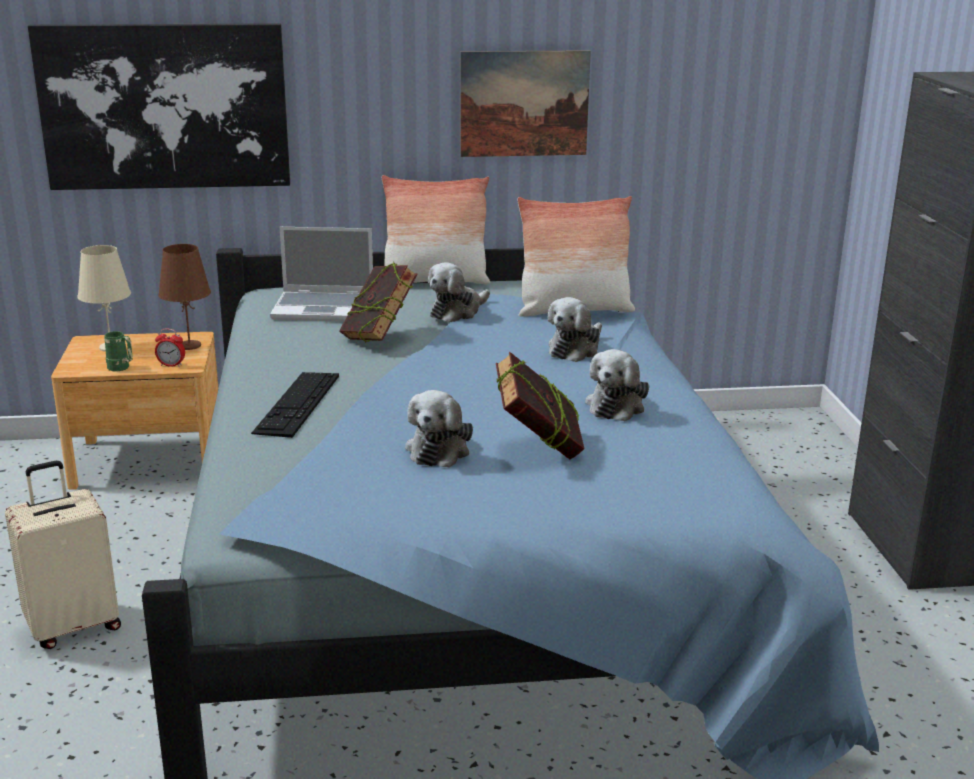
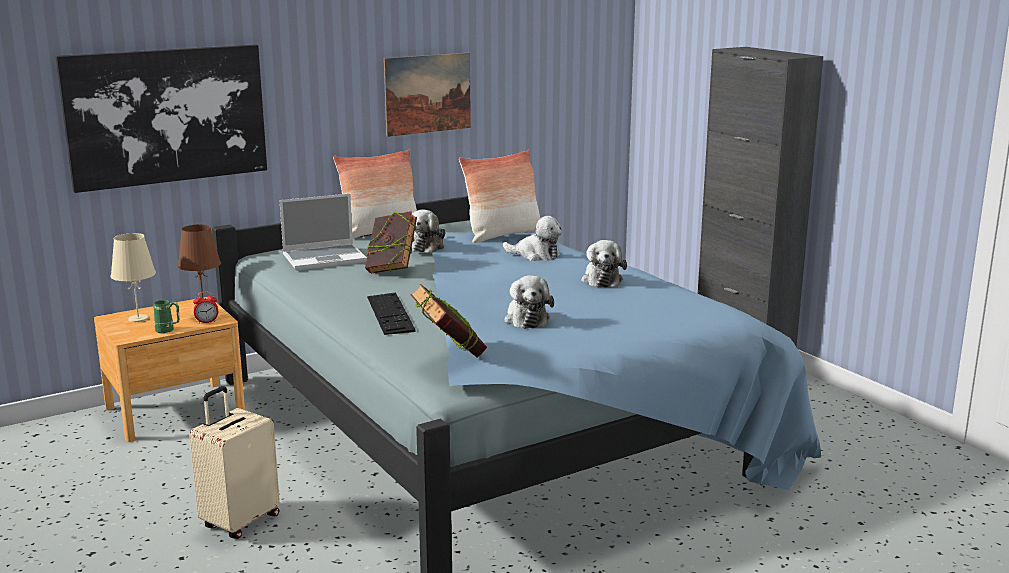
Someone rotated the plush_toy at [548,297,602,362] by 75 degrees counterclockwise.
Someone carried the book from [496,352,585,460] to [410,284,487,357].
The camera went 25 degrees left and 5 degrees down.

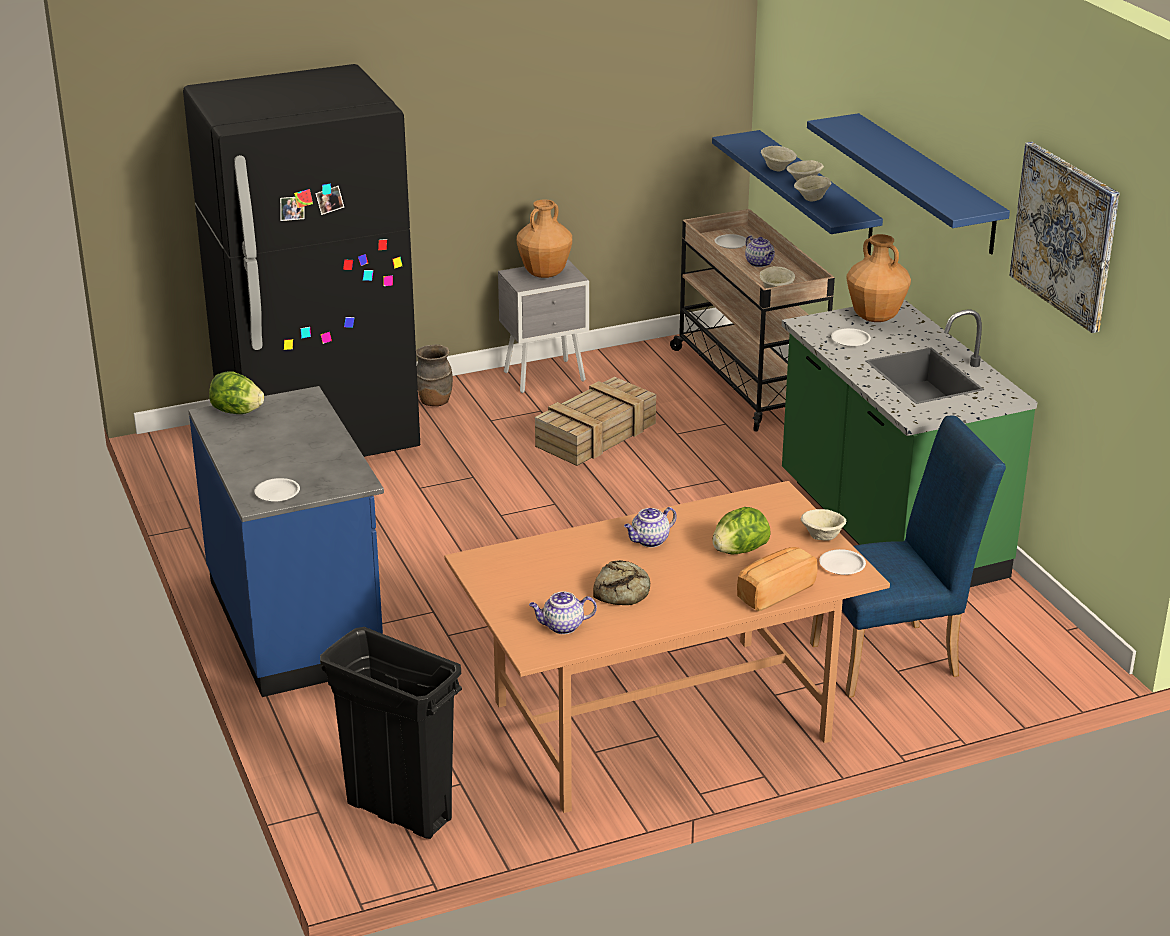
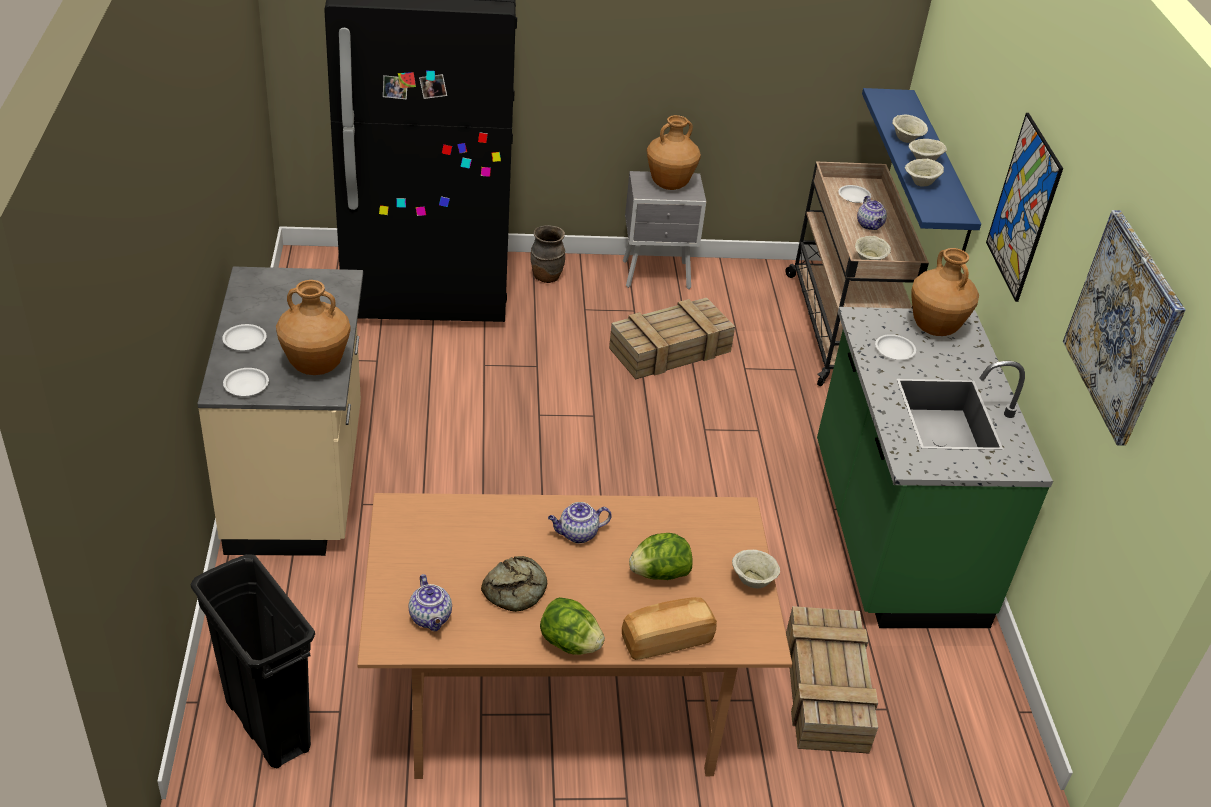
Someone swapped the blue-coloured_wall_shelf at [807,113,1010,254] for the wall_picture at [986,113,1063,302].
Someone carried the lettuce_head from [209,371,264,414] to [540,597,605,655].
Someone repainted the blue-coloured_kitchen_base_unit at [188,386,384,697], which became the sand-coloured_kitchen_base_unit at [197,266,363,556].
Someone swapped the blue-coloured_plain_chair at [810,415,1006,698] for the packing_crate at [786,606,878,754].
Someone carried the white-coloured_flat_dish from [819,549,866,575] to [222,324,267,350].
Someone rotated the tea_pot at [529,592,597,634] by 120 degrees counterclockwise.
Someone put down the brown_flower_vase at [276,280,351,375].
The camera went 15 degrees right and 10 degrees up.

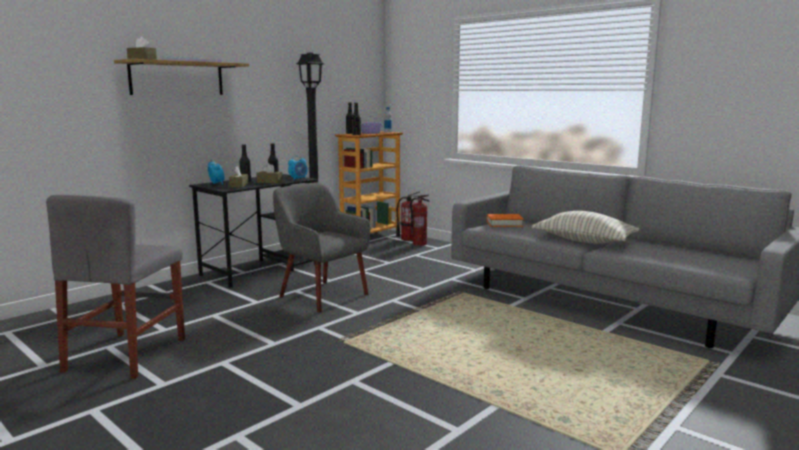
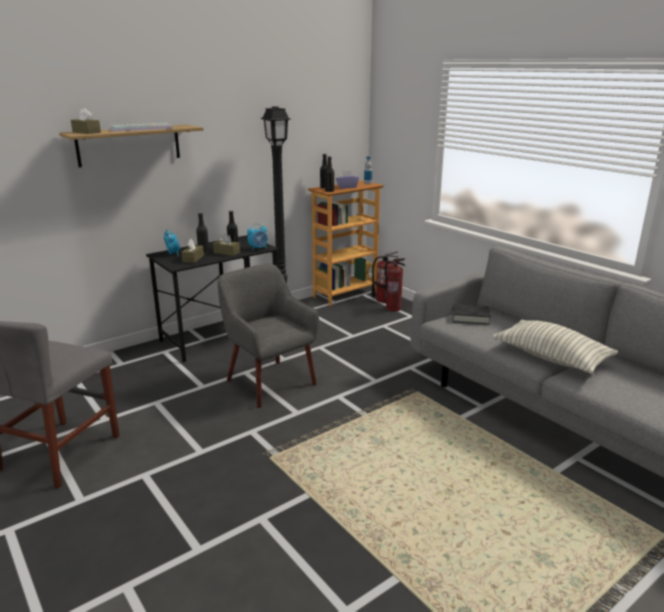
Someone repainted the orange-coloured_book at [487,214,524,227], which became the blackish_book at [452,304,491,325].
The camera went 10 degrees right and 10 degrees up.

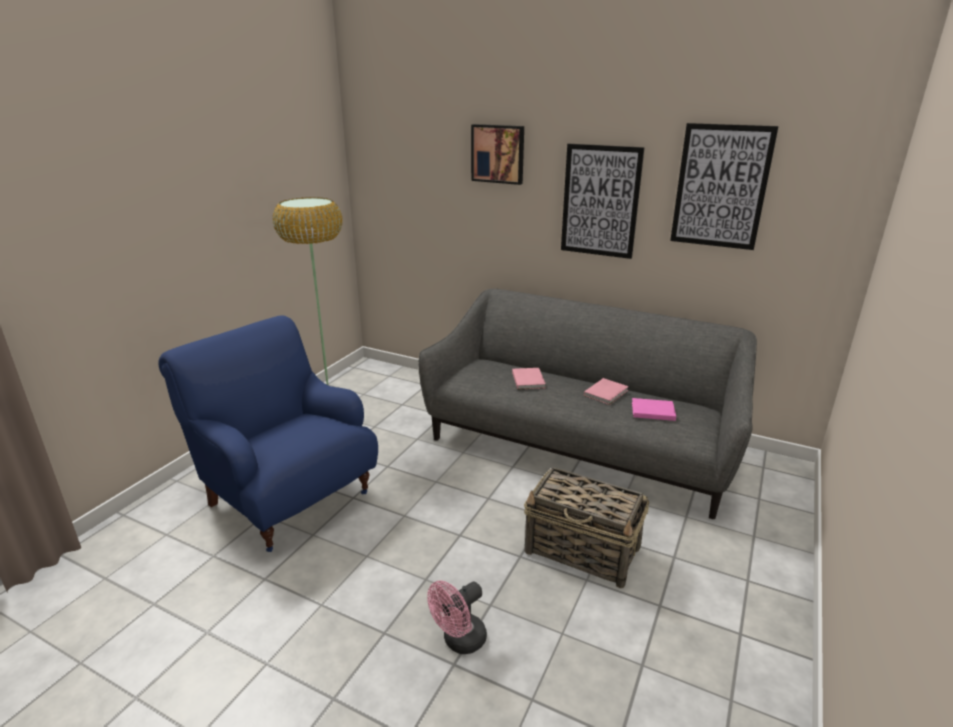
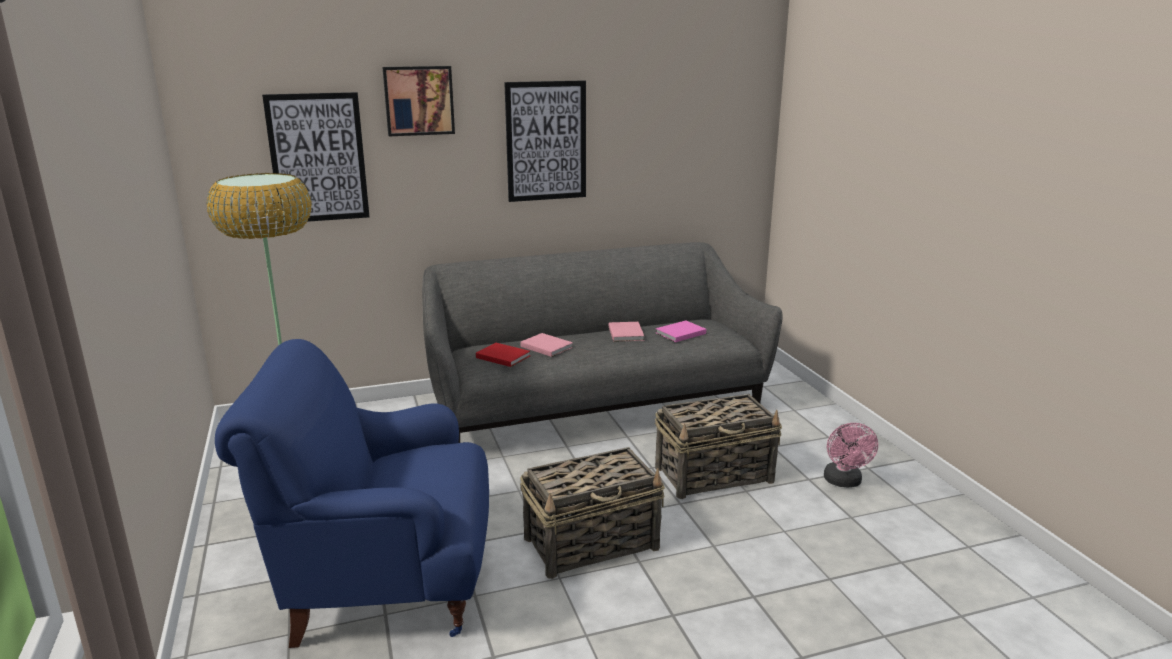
Someone carried the wall_picture from [670,123,779,250] to [262,92,369,223].
Someone carried the pinkish_electric_fan from [427,581,487,654] to [824,423,878,487].
Someone put down the red-coloured_book at [476,343,530,367].
Someone put down the basket at [520,447,665,579].
The camera went 45 degrees left and 5 degrees down.

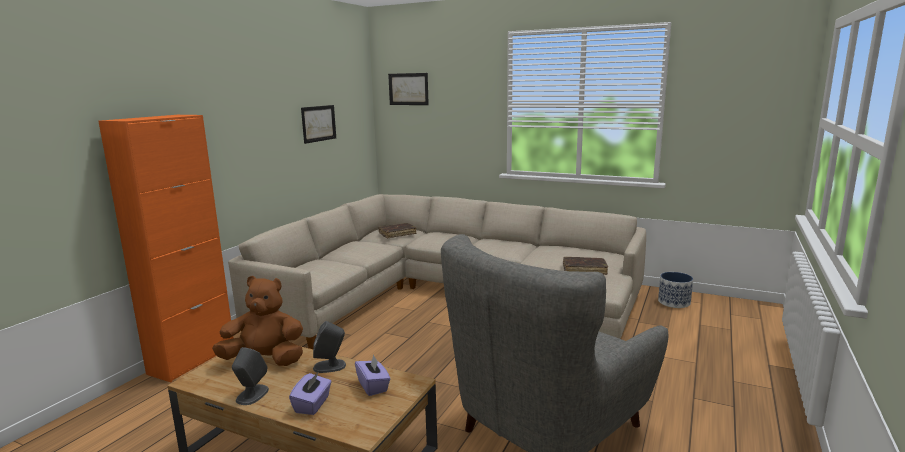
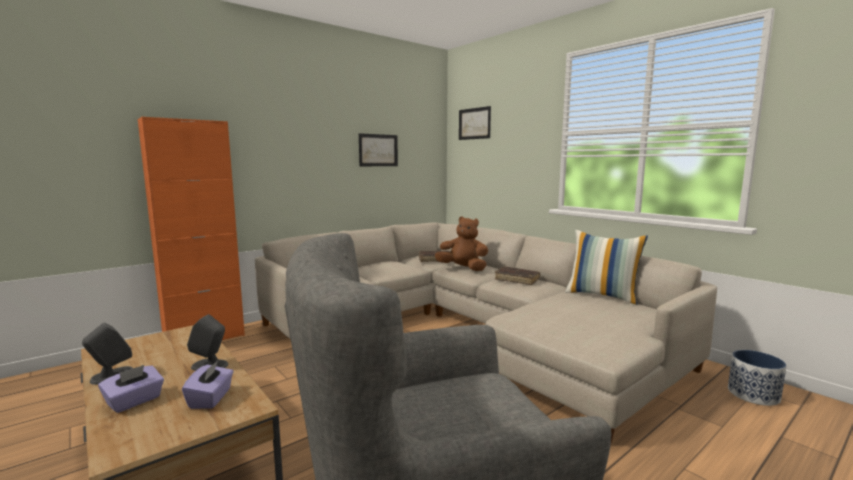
Someone carried the brown_book from [563,257,608,275] to [495,266,540,285].
Someone carried the brown_plush_toy from [212,276,303,366] to [435,216,488,271].
Someone put down the cushion at [565,230,648,305].
The camera went 25 degrees right and 5 degrees down.

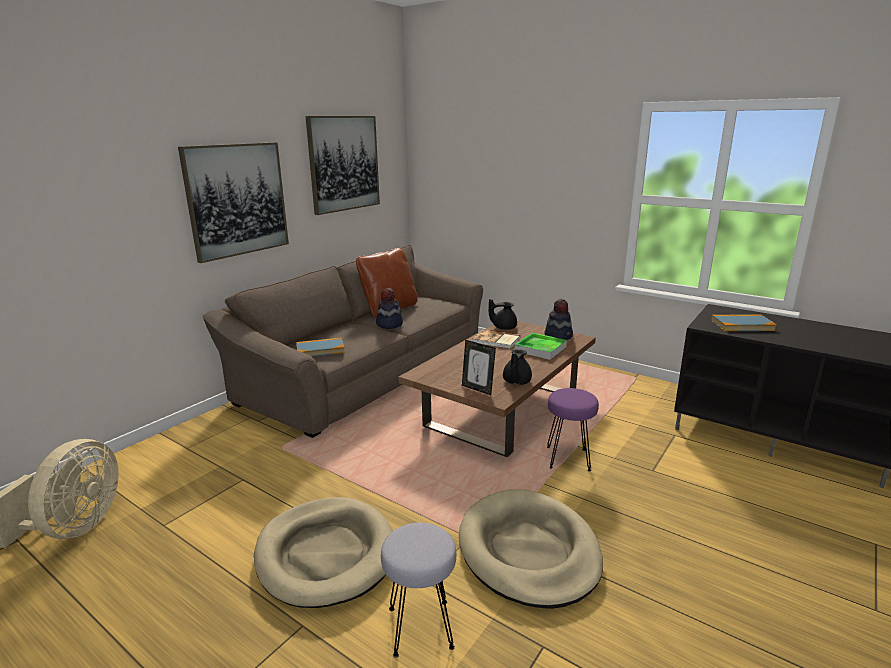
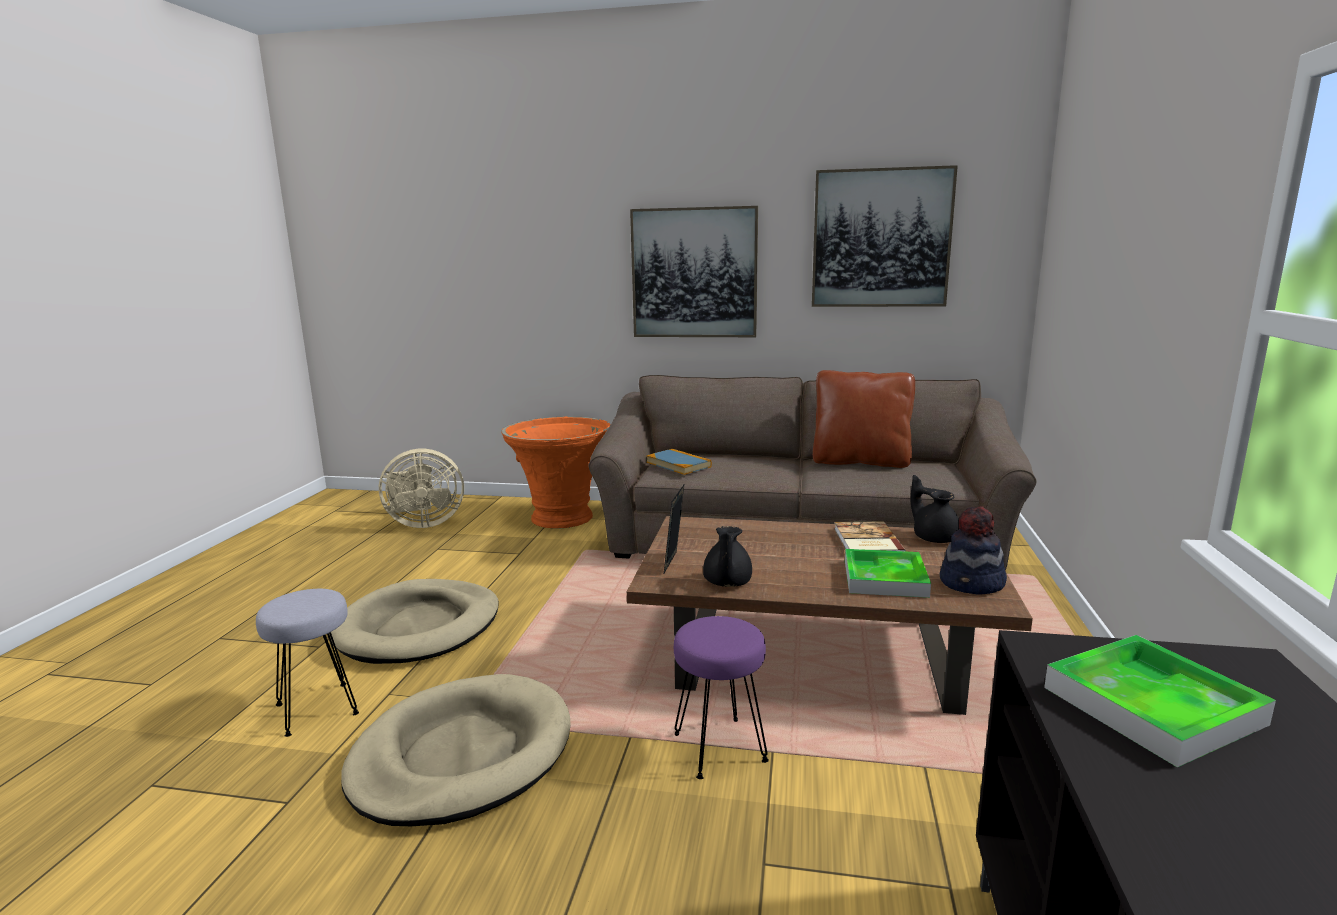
Someone took away the wearable_hat at [376,288,403,329].
Someone swapped the book at [711,314,777,331] for the serving_tray at [1044,635,1276,767].
Someone rotated the blackish_tea_pot at [503,349,532,385] by 75 degrees counterclockwise.
Someone put down the orange-coloured_plant_pot at [502,416,611,529].
The camera went 65 degrees right and 5 degrees down.

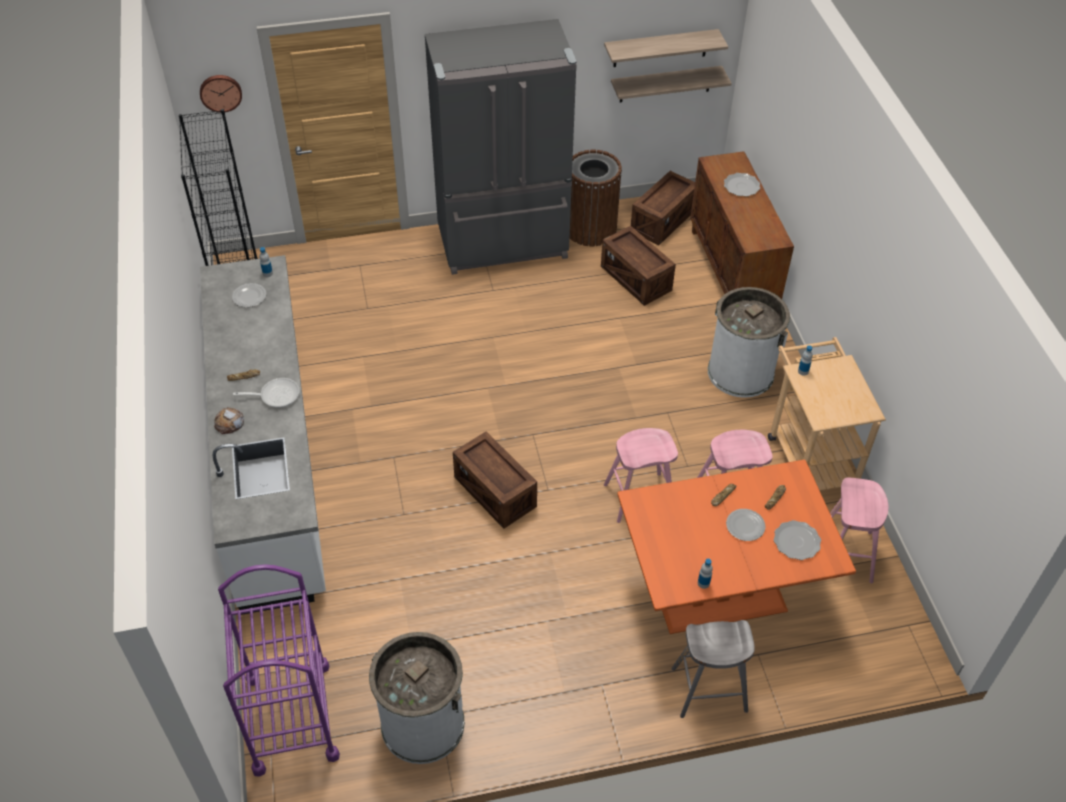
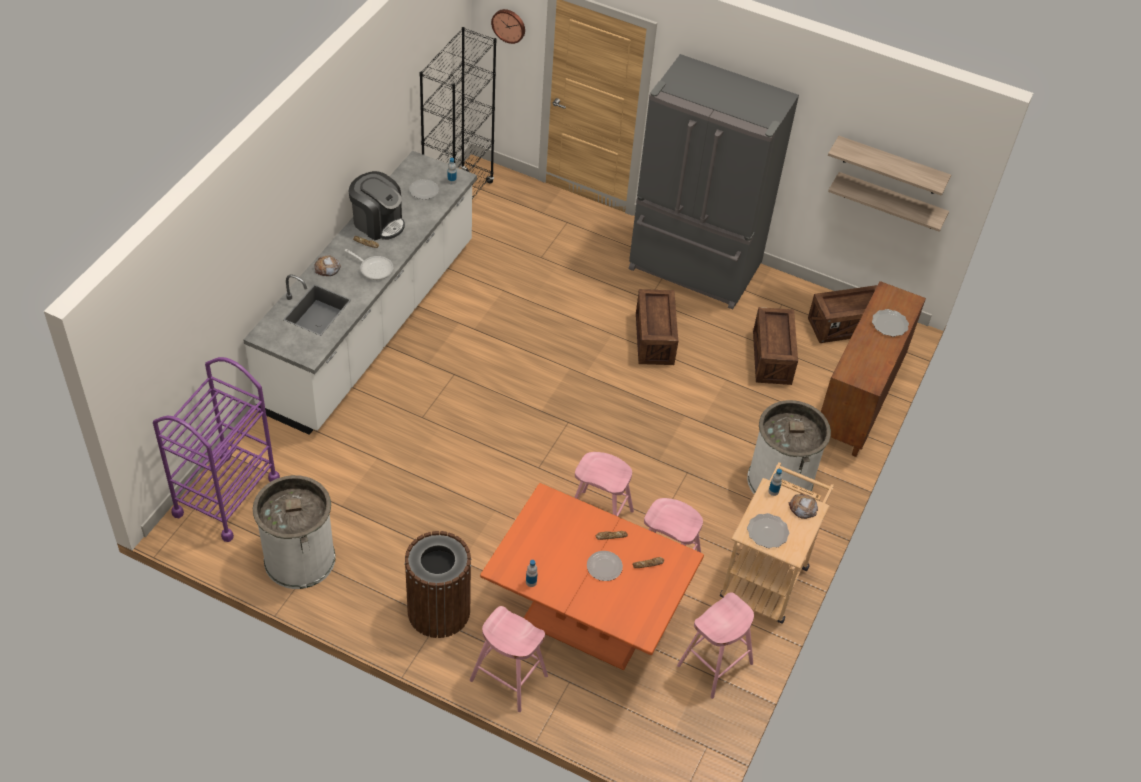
Someone carried the brown_trash_can from [570,150,622,246] to [404,531,471,638].
Someone carried the packing_crate from [453,431,537,529] to [636,289,678,365].
Someone carried the flat_dish from [774,520,821,560] to [747,513,789,548].
Someone repainted the grey_stool at [671,620,755,718], which became the pinkish_stool at [470,606,548,712].
Someone put down the coffee_maker at [349,171,405,240].
Someone put down the bread at [789,493,818,519].
The camera went 35 degrees right and 0 degrees up.

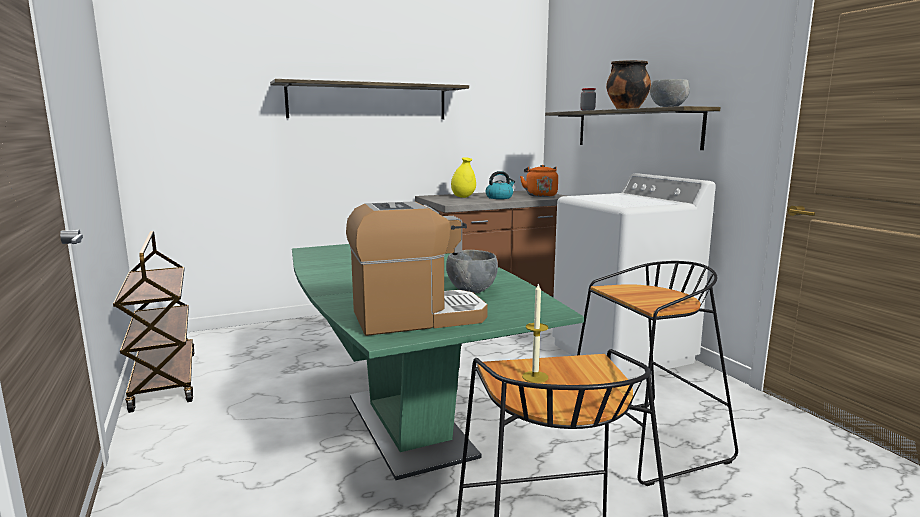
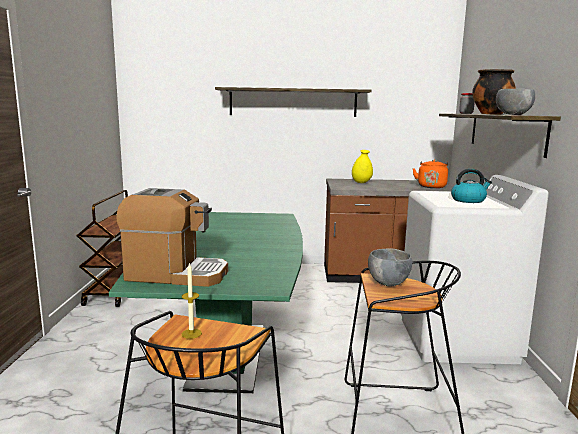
Someone carried the water_kettle from [485,171,515,199] to [451,169,492,203].
Someone carried the grey_deep_dish from [446,250,498,294] to [368,248,412,286].
The camera went 25 degrees right and 0 degrees up.

